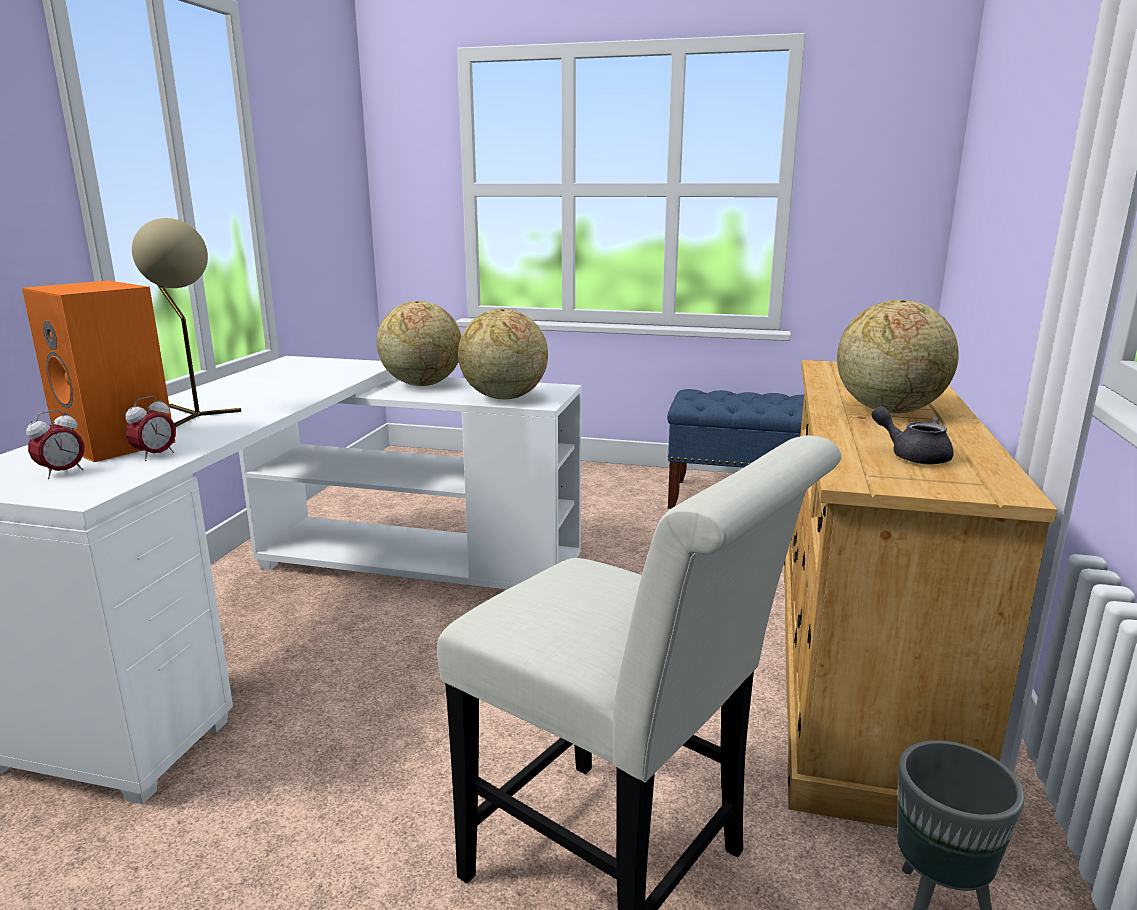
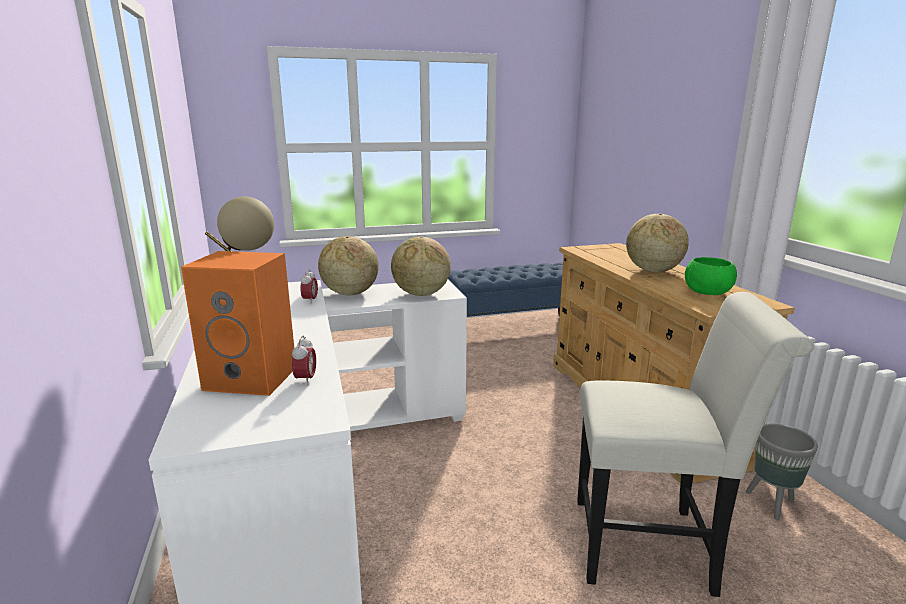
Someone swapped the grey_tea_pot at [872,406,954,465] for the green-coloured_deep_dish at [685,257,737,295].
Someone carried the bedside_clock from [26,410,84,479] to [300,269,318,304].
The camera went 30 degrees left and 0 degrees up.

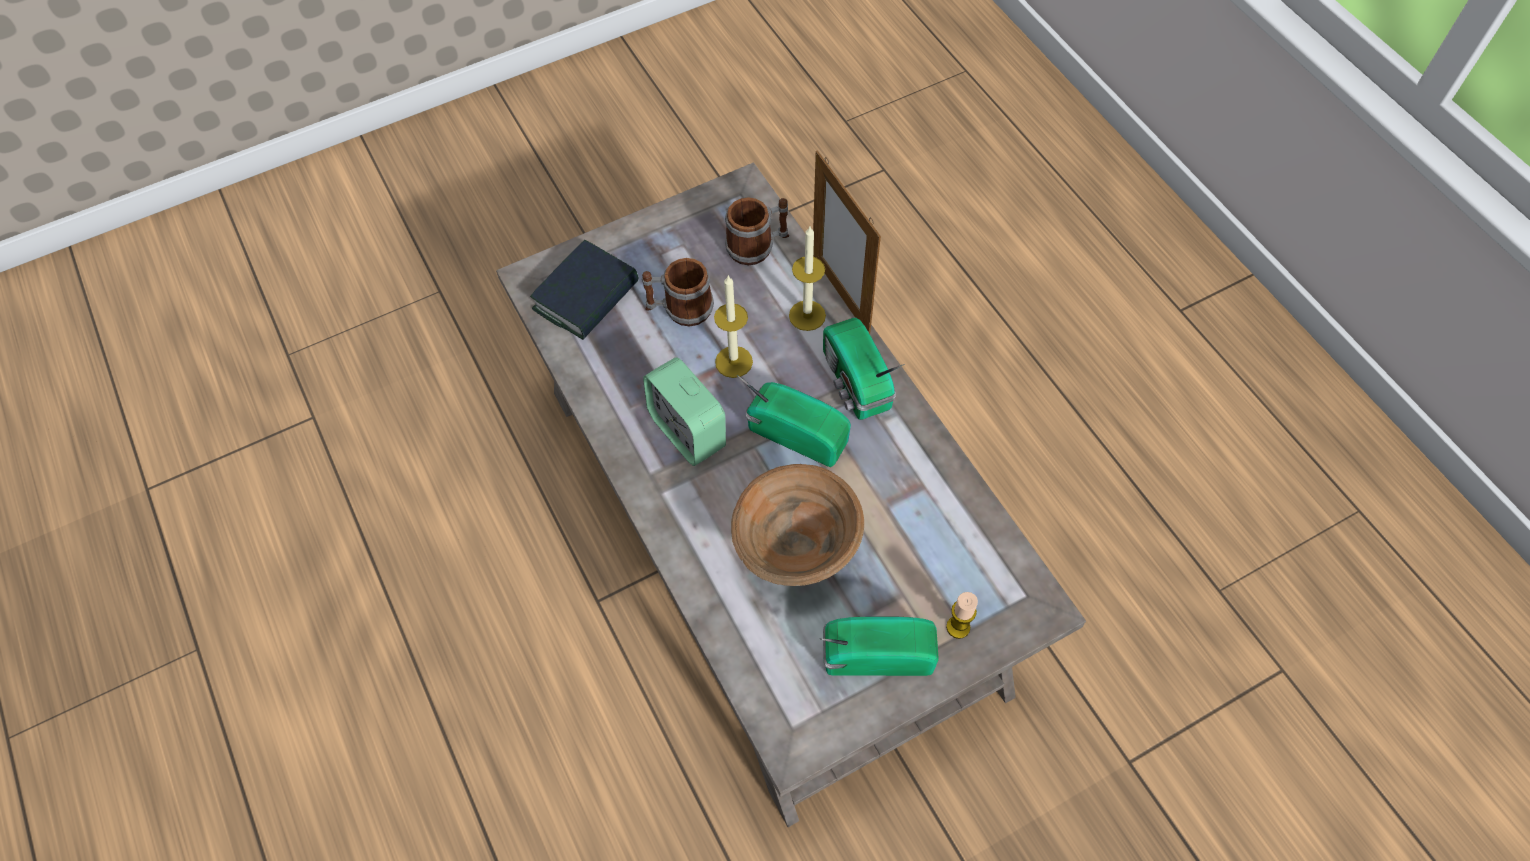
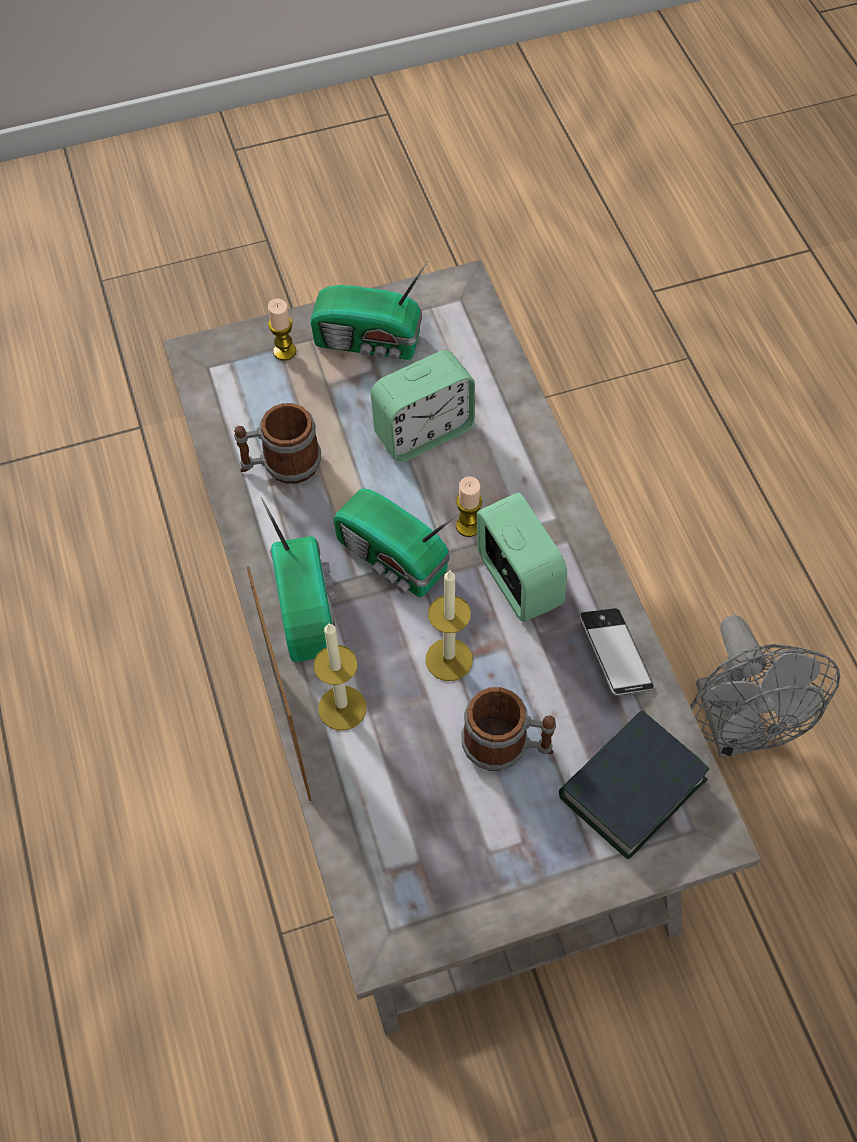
Someone carried the tea_mug from [725,197,789,265] to [234,403,321,484].
Someone swapped the brown_deep_dish at [731,464,864,586] for the bedside_clock at [371,350,475,462].
Someone put down the wax_candle at [456,476,482,537].
Someone put down the handset at [579,608,654,696].
Someone put down the grey_electric_fan at [691,615,840,758].
The camera went 170 degrees left and 0 degrees up.

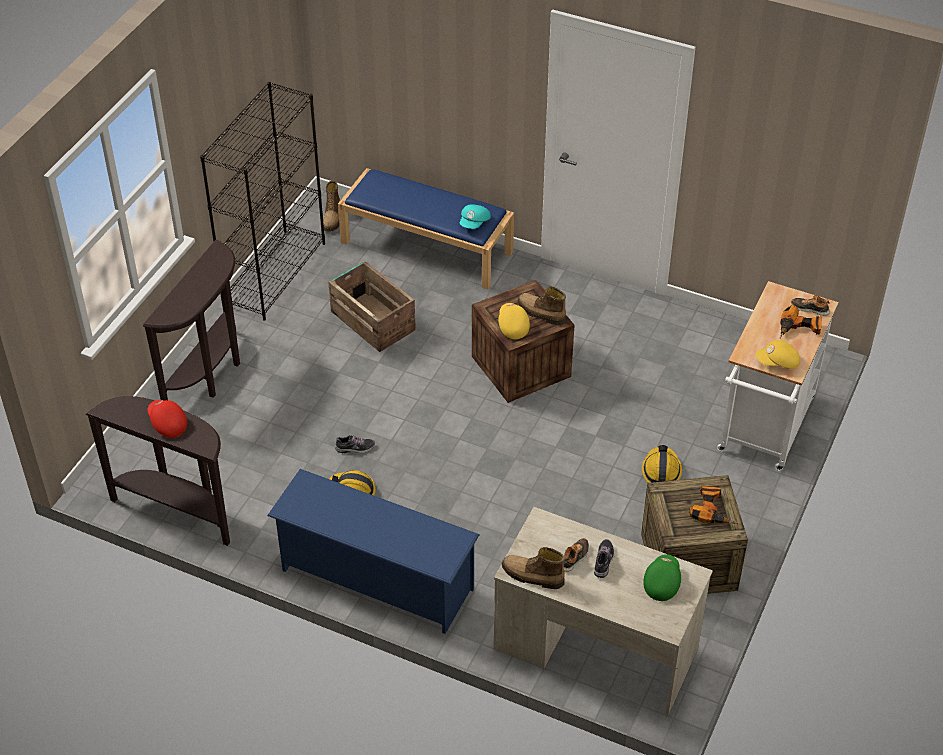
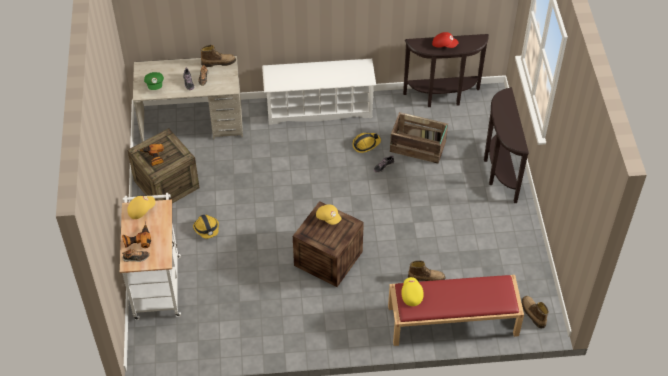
Someone took away the blackish_bookcase at [200,82,325,320].
Someone repainted the blue-coloured_indoor_bench at [338,168,514,290], which became the red-coloured_indoor_bench at [388,275,524,346].
Someone repainted the turquoise_baseball_cap at [460,204,491,229], which became the yellow-coloured_baseball_cap at [401,277,424,306].
Someone carried the packing_crate from [328,261,416,352] to [390,112,448,164].
Someone carried the high-top_boot from [517,286,566,325] to [408,260,446,282].
Someone repainted the blue-coloured_shoe_shelf at [267,469,480,634], which became the white-coloured_shoe_shelf at [262,59,376,125].
The camera went 150 degrees right and 5 degrees up.

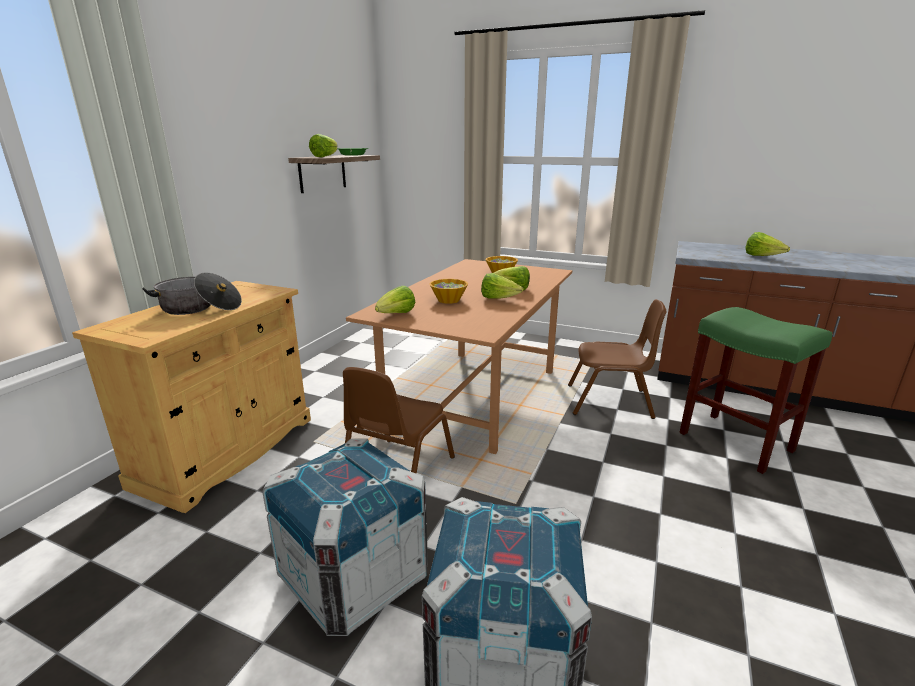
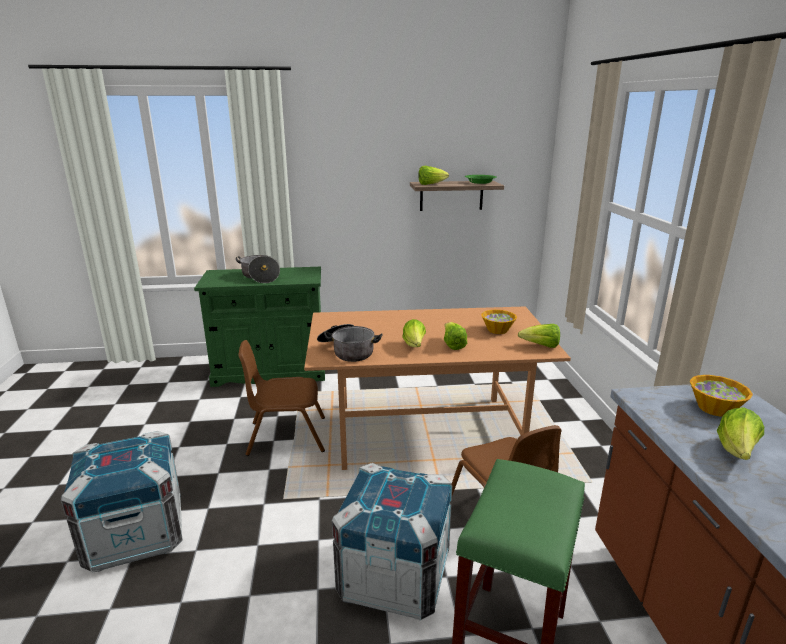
Someone carried the deep_dish from [429,279,468,304] to [690,375,753,417].
Someone repainted the sand-coloured_cabinet at [72,281,311,513], which became the green-coloured_cabinet at [194,267,325,387].
Someone carried the lettuce_head from [375,286,415,313] to [518,324,560,348].
Someone carried the packing_crate from [262,439,428,636] to [332,463,452,620].
Someone put down the stockpot at [317,324,383,362].
The camera went 60 degrees right and 0 degrees up.

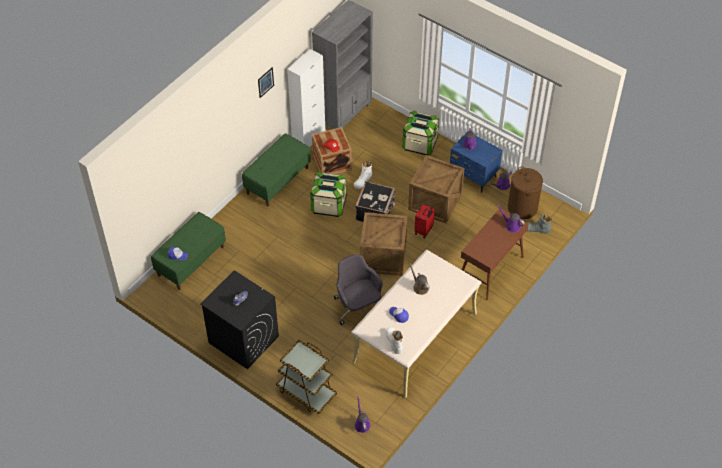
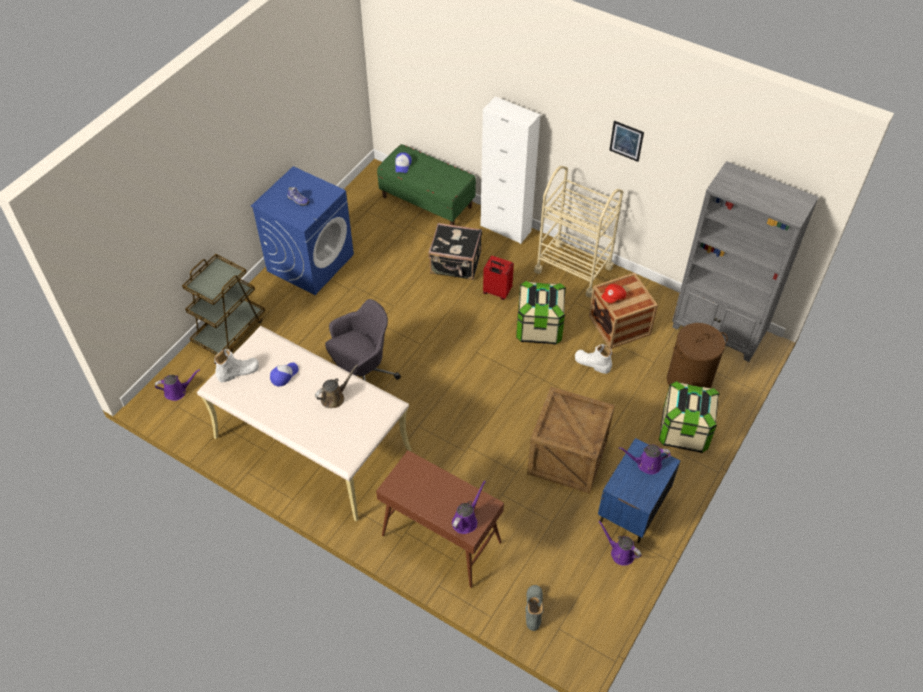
Someone carried the white-coloured_cabinet from [287,49,325,148] to [480,97,540,244].
Someone swapped the green-coloured_indoor_bench at [242,133,311,207] for the sand-coloured_cart at [534,166,623,298].
Someone carried the brown_washing_basket from [508,167,543,219] to [667,323,728,388].
Someone carried the blackish_piece_of_luggage from [355,181,395,222] to [428,223,482,280].
Someone carried the red-coloured_piece_of_luggage from [414,204,435,238] to [483,256,514,300].
Someone took away the packing_crate at [360,212,408,276].
Someone repainted the blackish_washing_machine at [200,270,279,369], which became the blue-coloured_washing_machine at [251,166,354,295].
The camera went 85 degrees right and 0 degrees up.

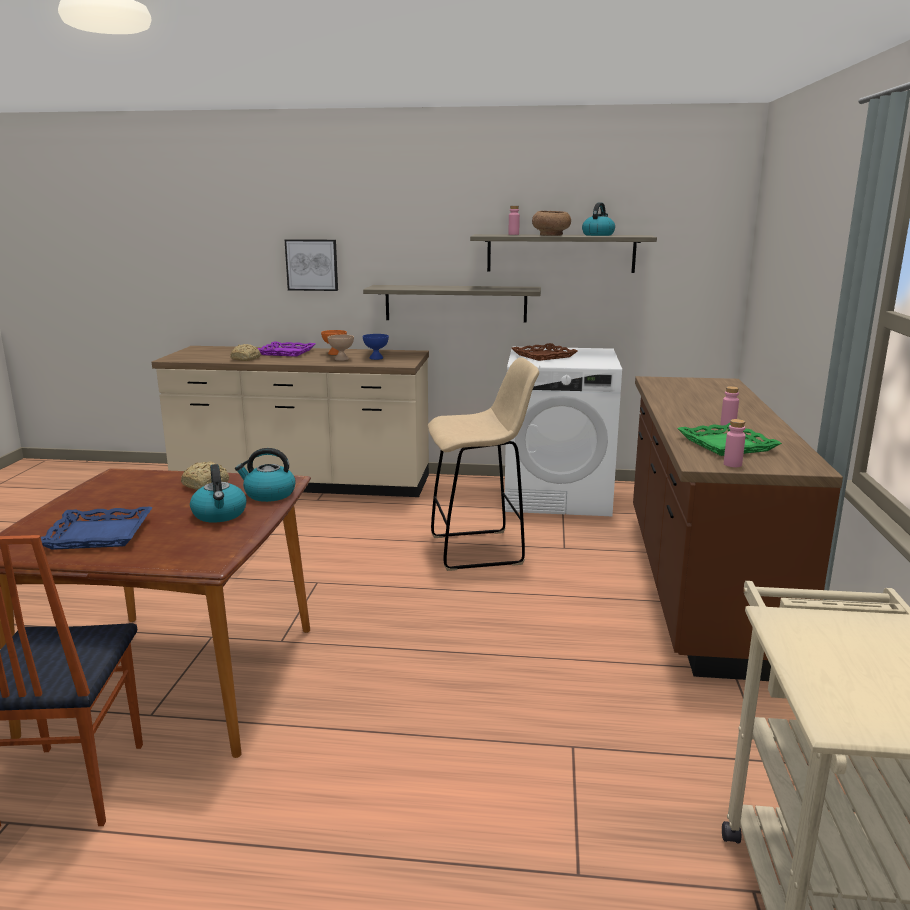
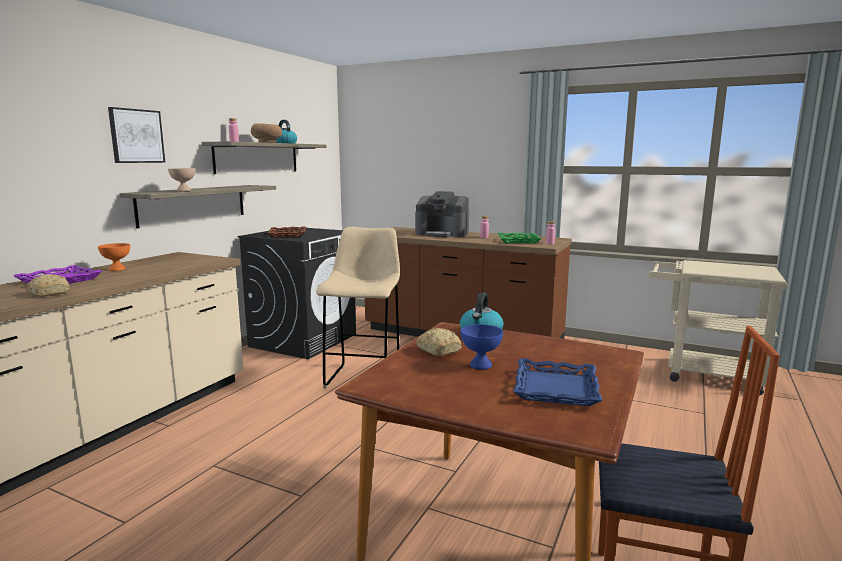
Someone carried the wall_picture from [285,239,338,291] to [108,107,165,163].
Someone carried the blue-coloured_deep_dish from [363,334,389,360] to [461,324,503,370].
Someone carried the sand-coloured_deep_dish from [327,335,354,361] to [168,168,196,191].
Someone repainted the white-coloured_washing_machine at [504,347,622,516], which became the blackish_washing_machine at [237,227,356,359].
Someone took away the water_kettle at [190,464,246,523].
Someone put down the coffee_maker at [415,191,469,237].
The camera went 70 degrees left and 5 degrees down.

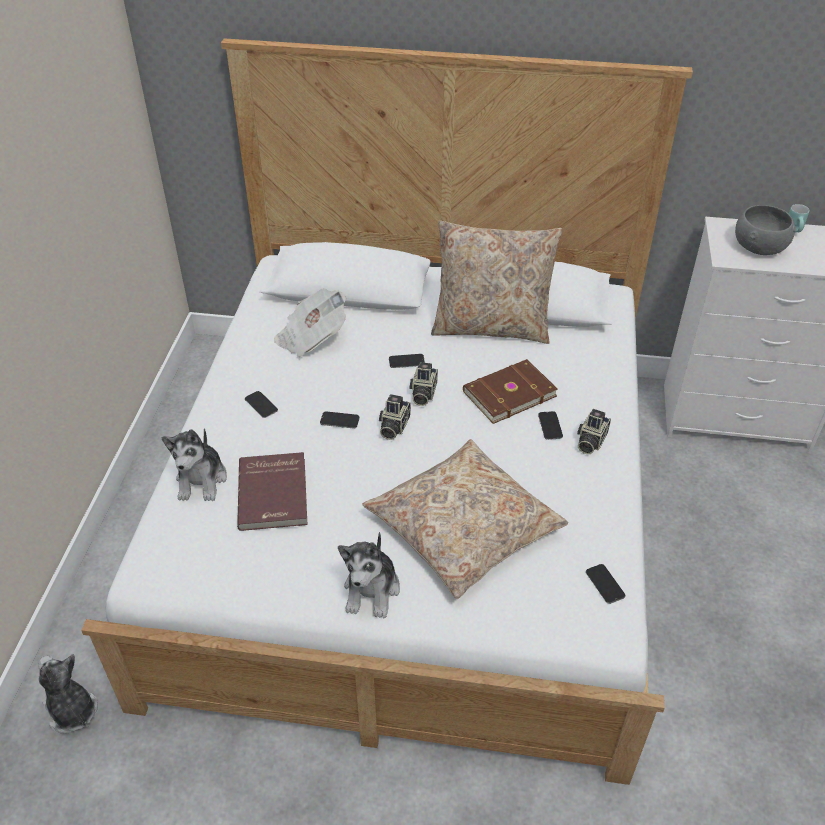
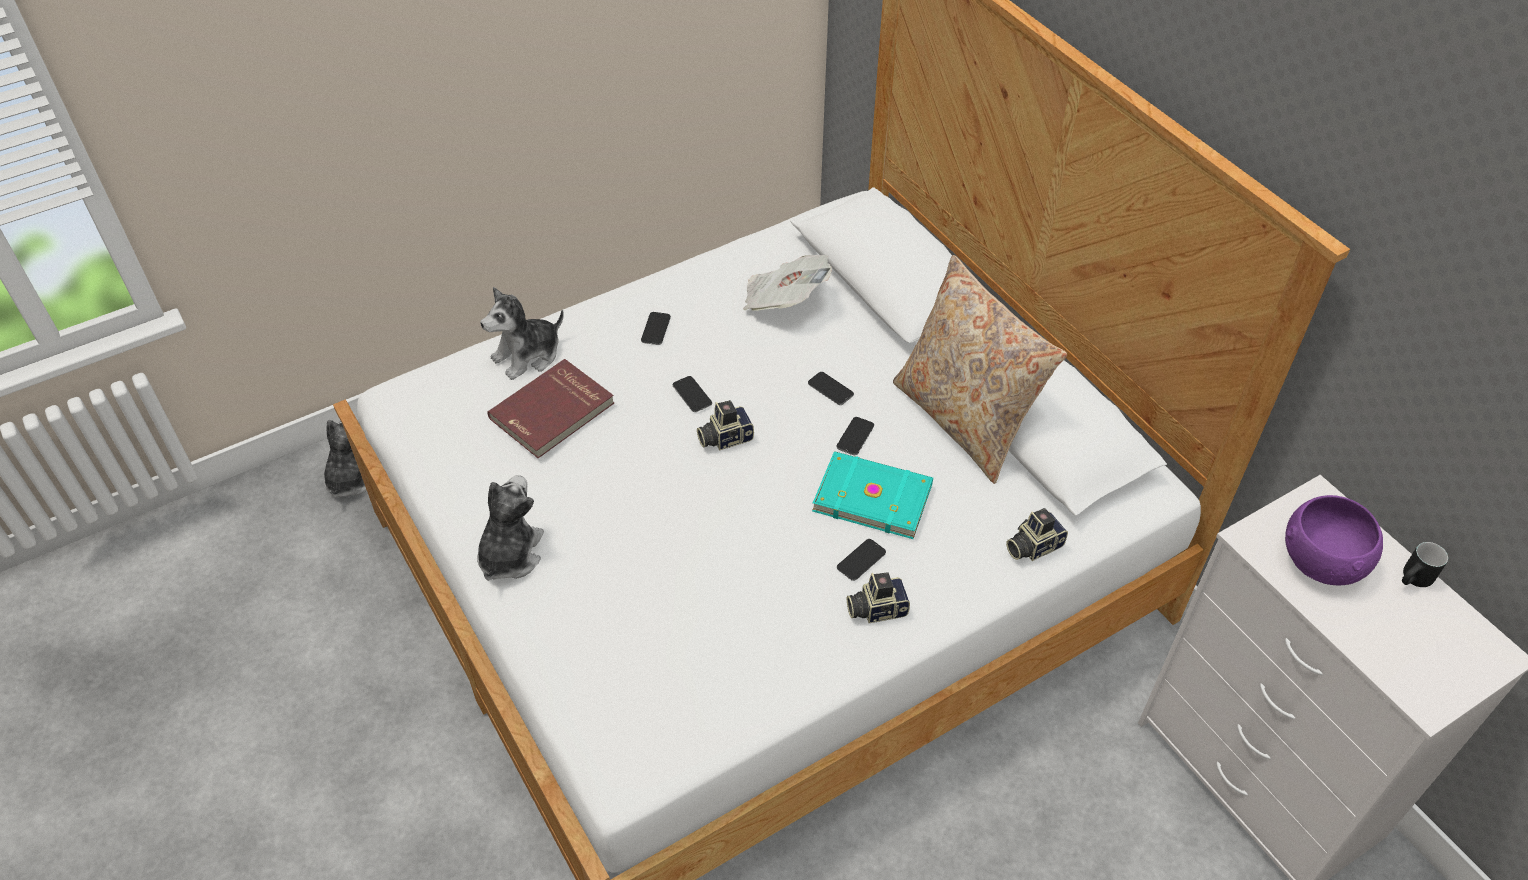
Someone repainted the turquoise_tea_mug at [789,204,809,232], which became the blackish_tea_mug at [1402,542,1448,587].
Someone repainted the grey_deep_dish at [735,205,796,255], which became the purple-coloured_deep_dish at [1285,495,1383,585].
Someone repainted the brown_book at [463,359,558,424], which became the turquoise_book at [812,451,933,539].
Someone carried the photo_camera from [410,362,438,406] to [1006,508,1068,561].
Someone took away the sand-coloured_cushion at [363,439,568,599].
Someone rotated the plush_toy at [338,532,400,618] by 135 degrees clockwise.
Someone carried the handset from [586,564,625,604] to [836,417,874,455].
The camera went 50 degrees right and 5 degrees up.

